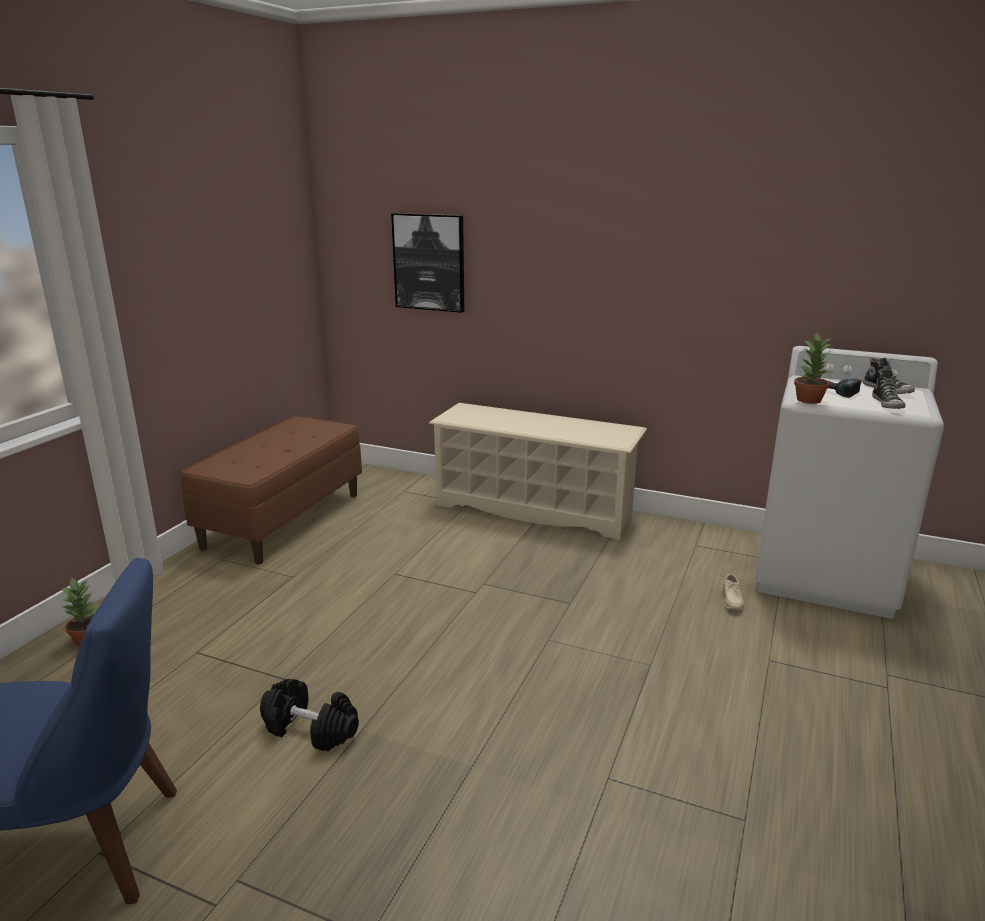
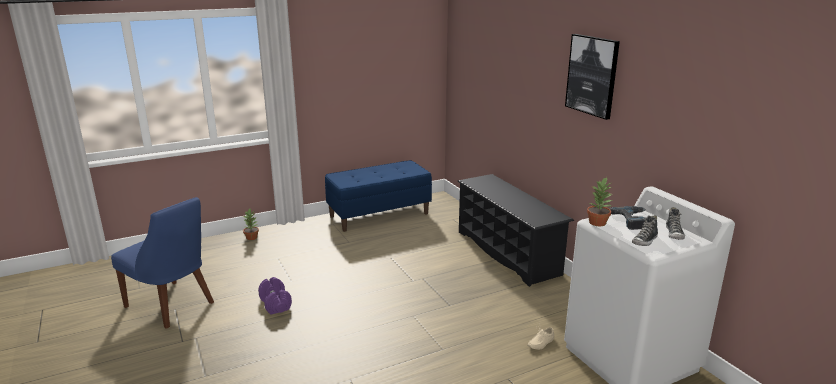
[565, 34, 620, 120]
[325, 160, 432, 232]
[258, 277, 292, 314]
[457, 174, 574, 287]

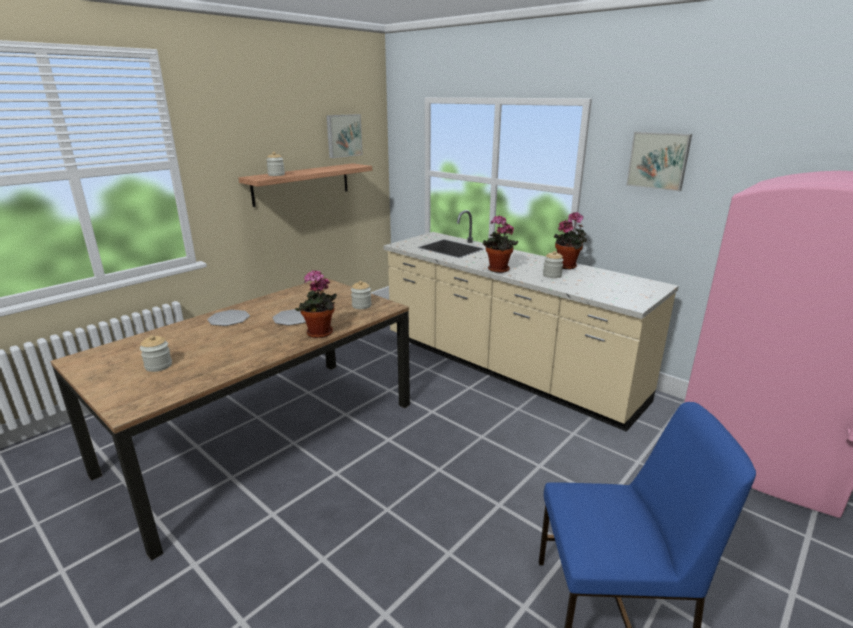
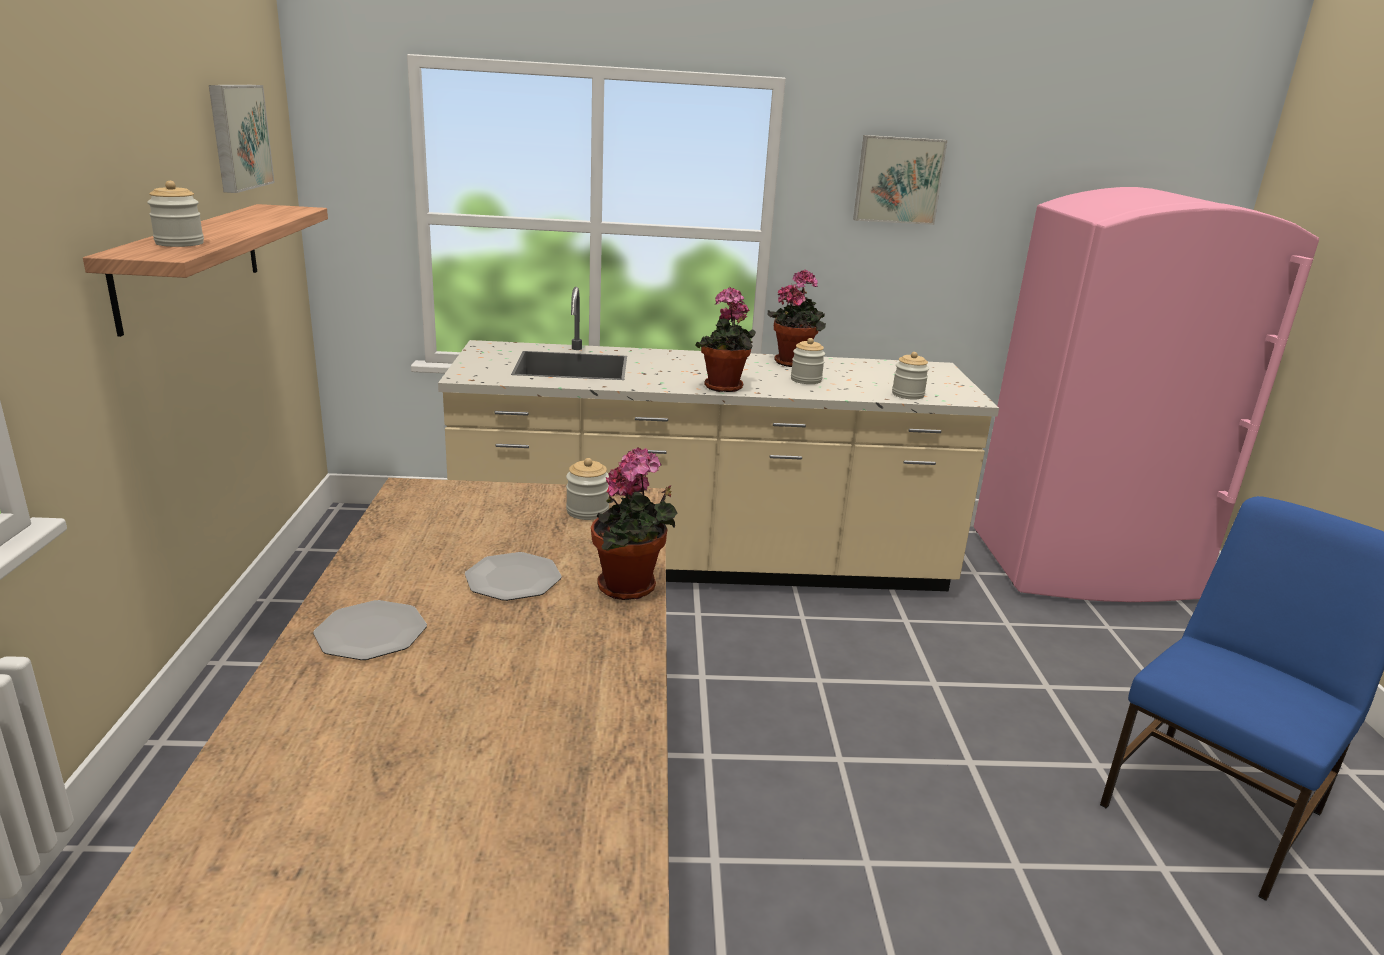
[892, 352, 929, 399]

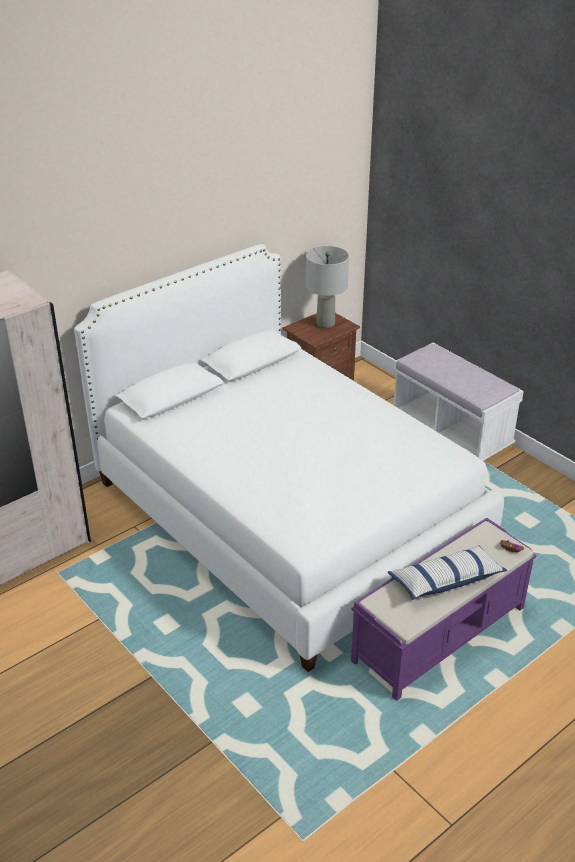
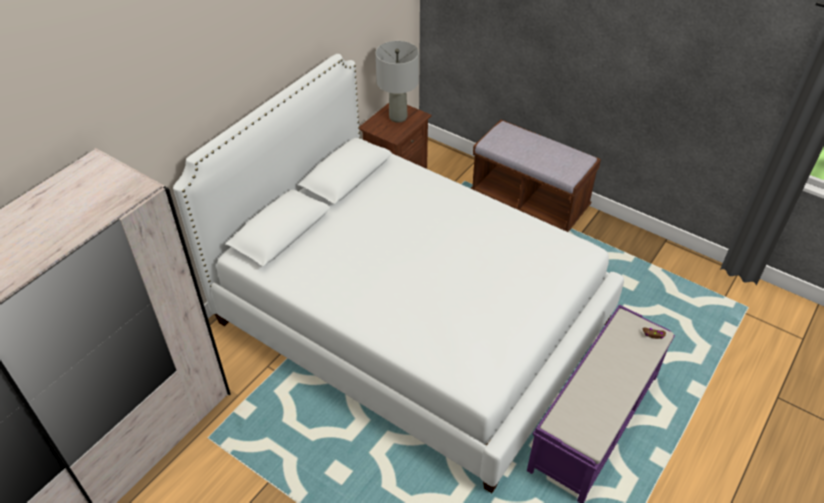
[387, 546, 507, 600] (first image)
[470, 119, 601, 232]

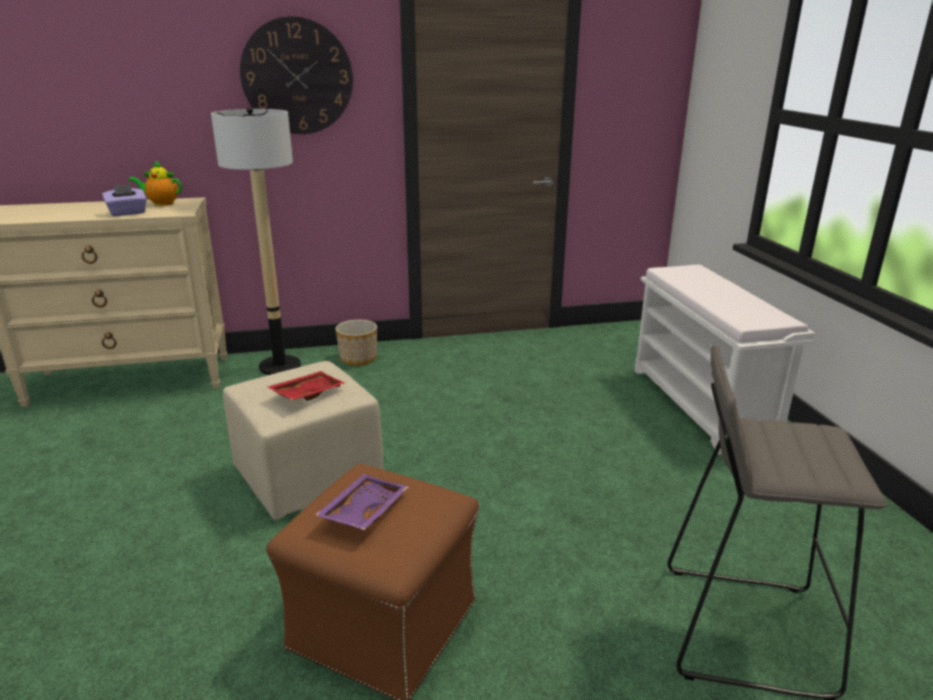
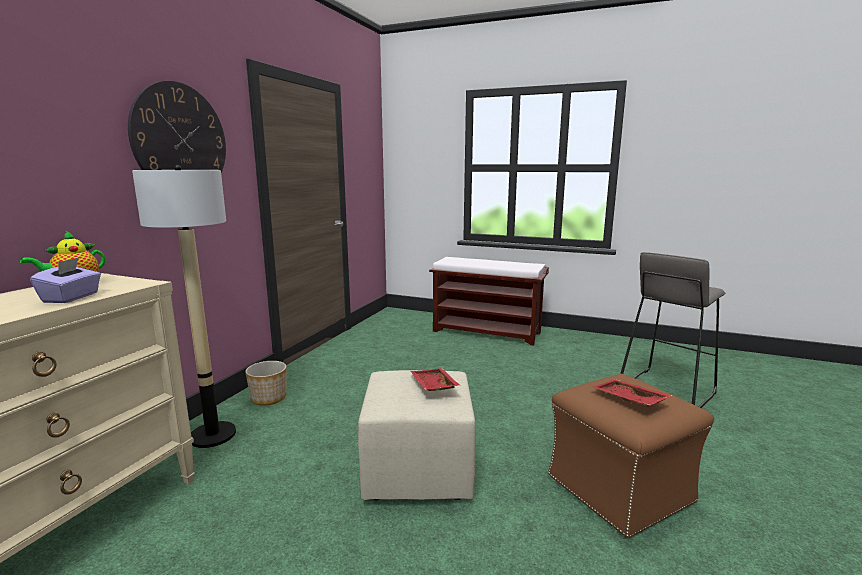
[593, 379, 673, 406]
[429, 257, 549, 346]

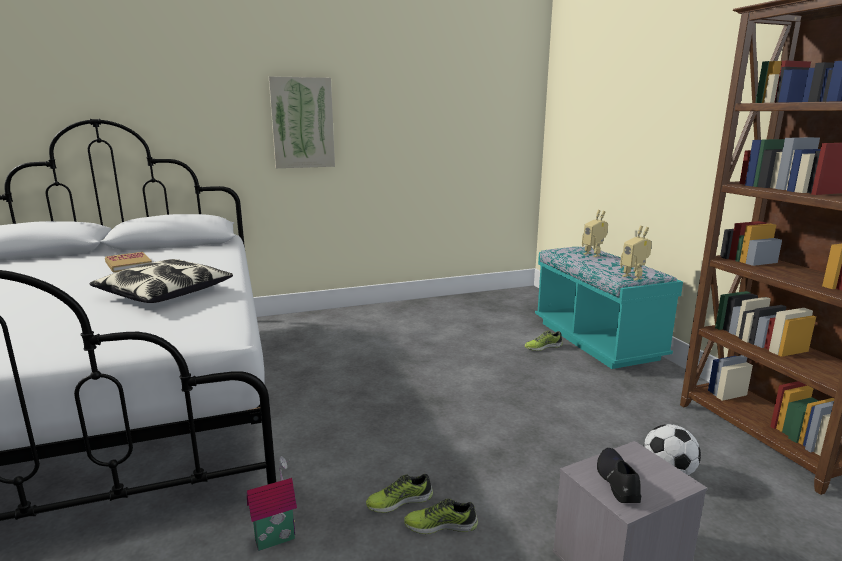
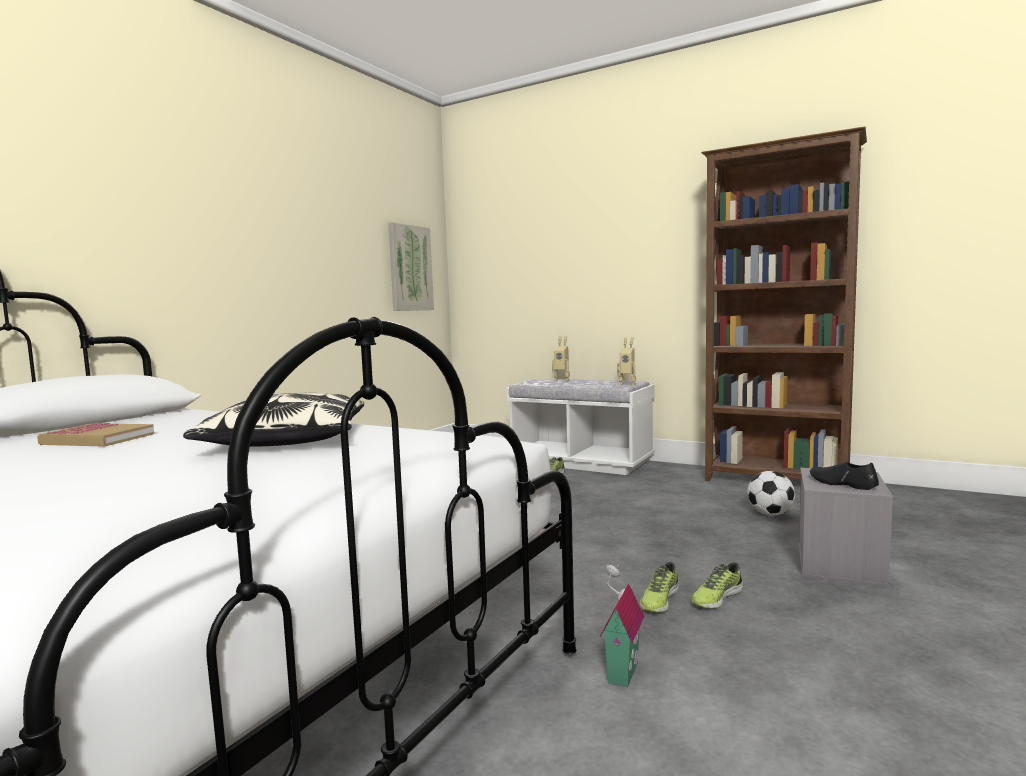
[388, 222, 434, 311]
[506, 379, 655, 475]

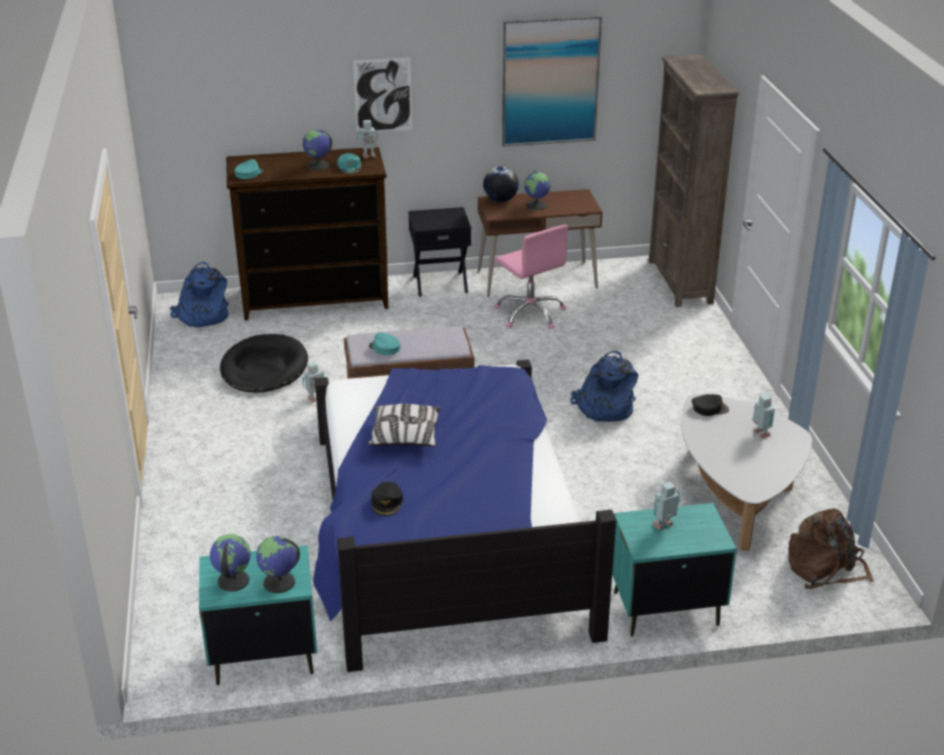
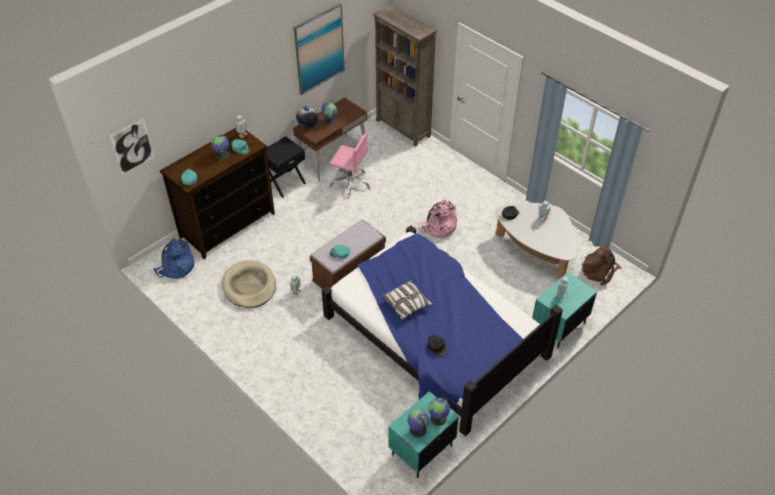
[110, 118, 154, 175]
[222, 260, 276, 308]
[417, 199, 457, 238]

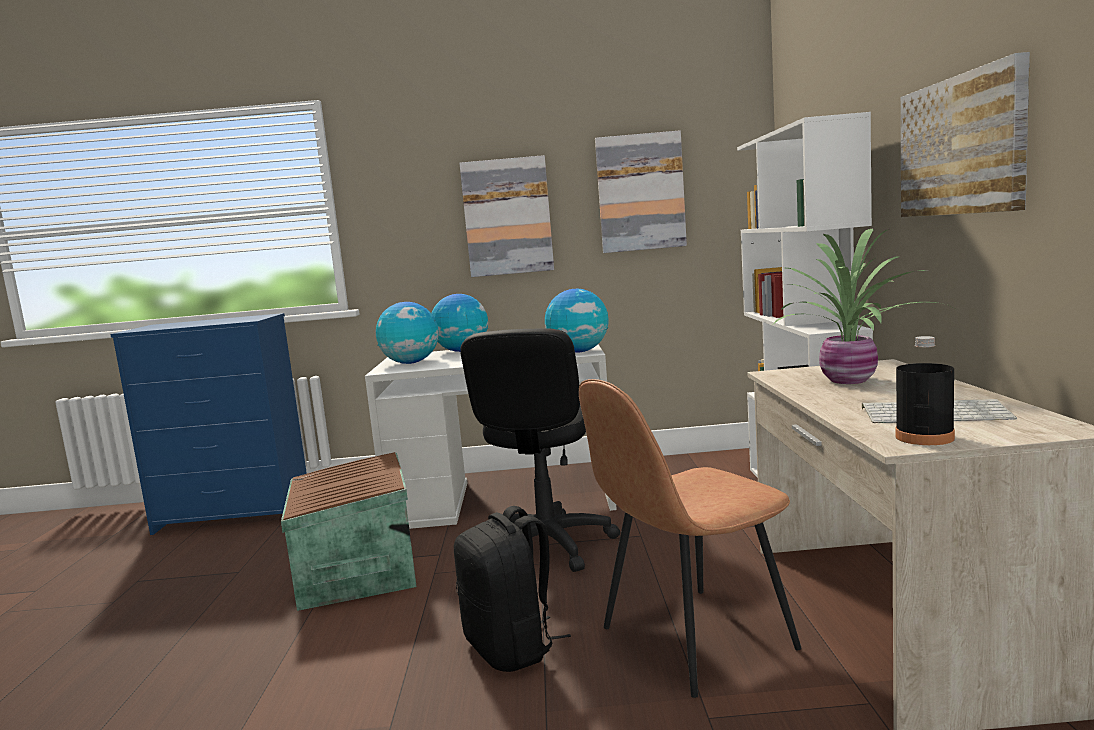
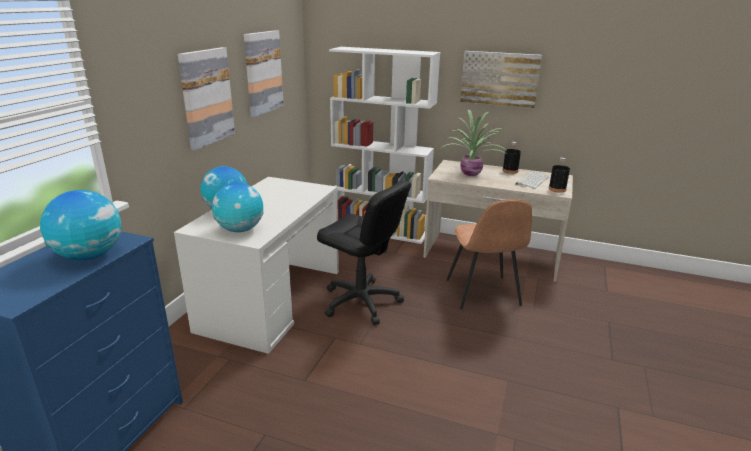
[281, 452, 416, 611] (first image)
[454, 506, 571, 672] (first image)
[503, 142, 521, 174]
[40, 190, 122, 260]

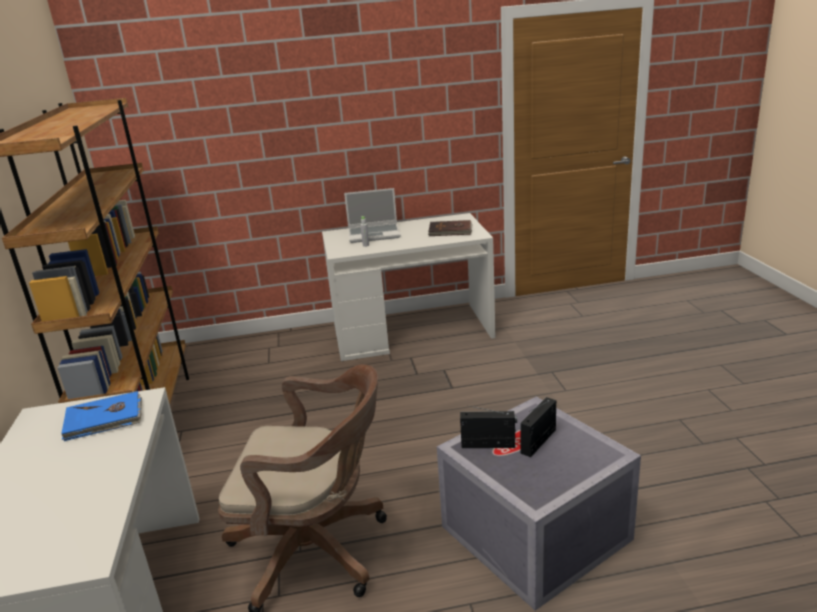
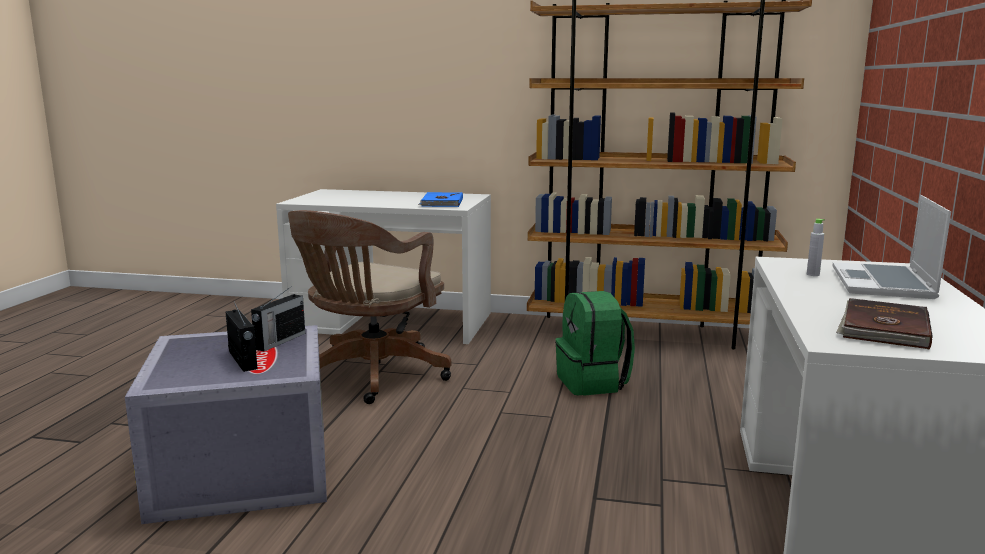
[555, 291, 635, 396]

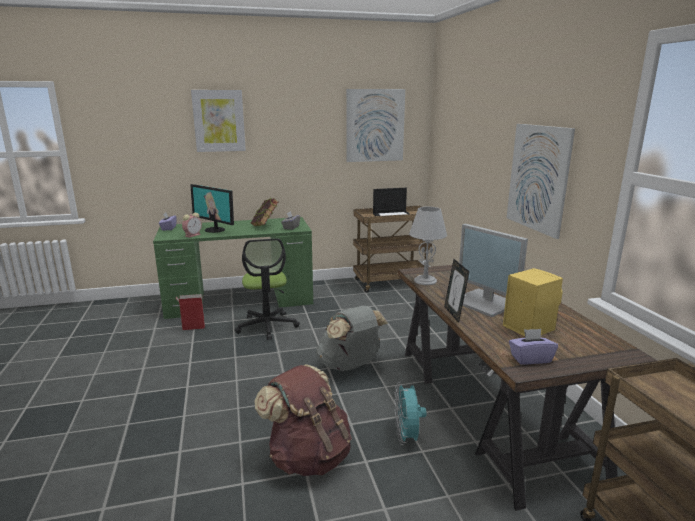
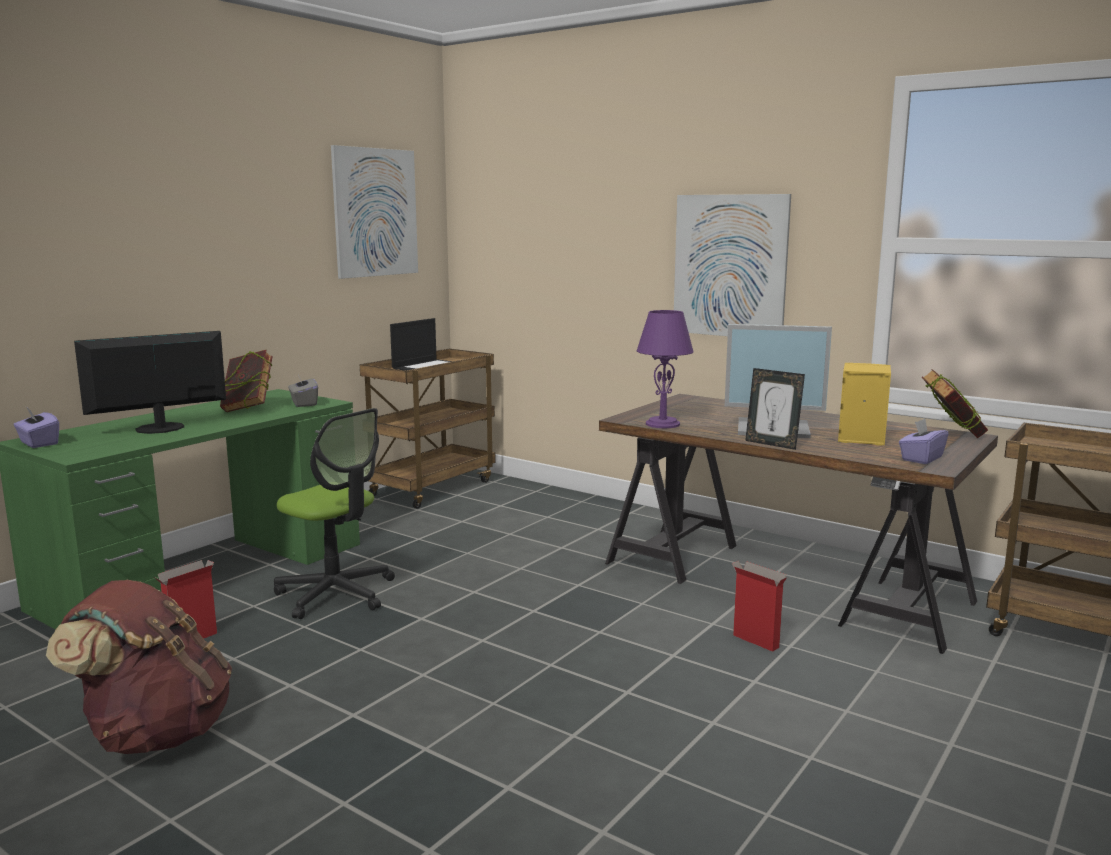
[182, 213, 202, 238] (first image)
[191, 90, 246, 152] (first image)
[316, 305, 388, 371] (first image)
[922, 369, 988, 438]
[46, 580, 232, 754]
[732, 561, 787, 652]
[637, 310, 694, 428]
[74, 331, 226, 434]

